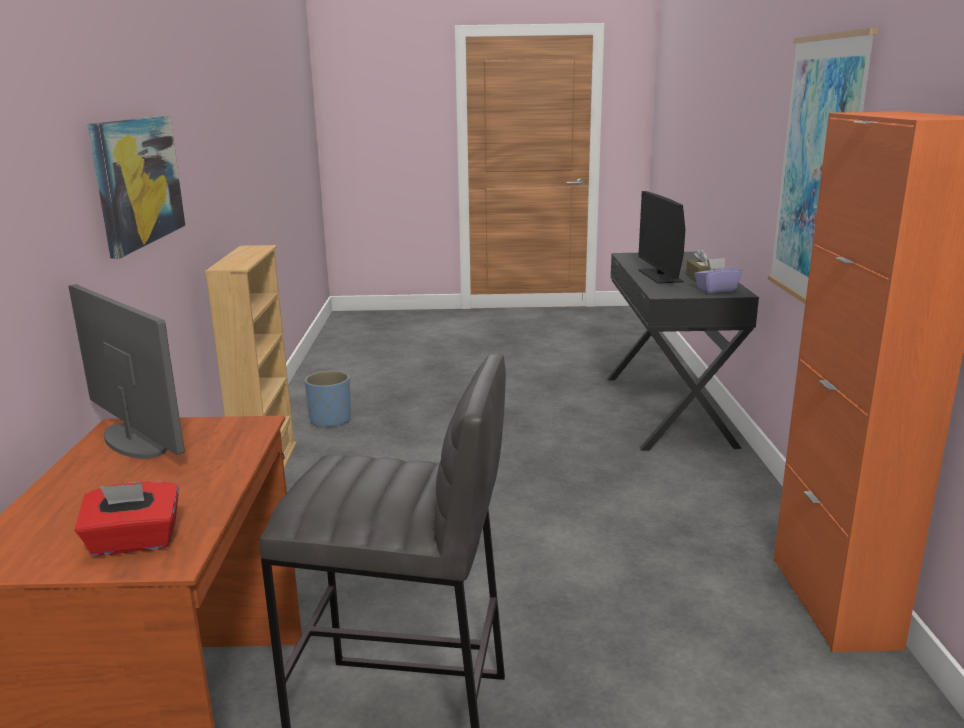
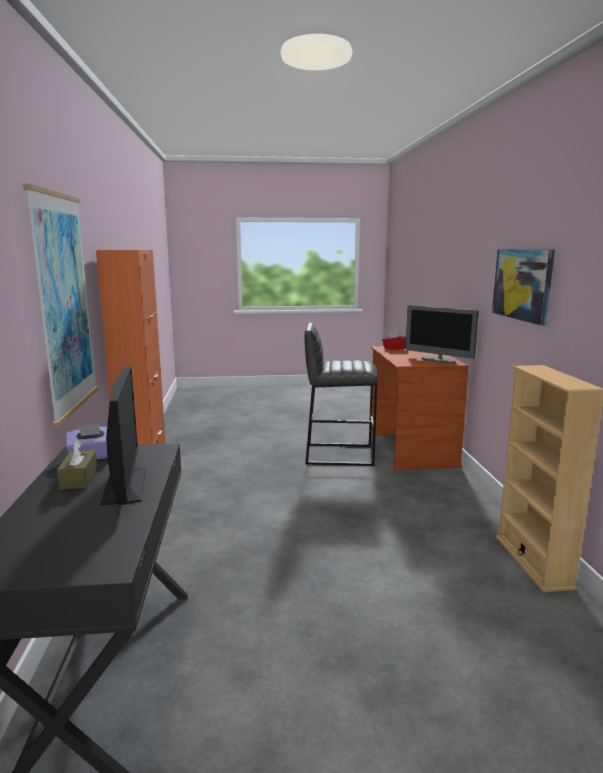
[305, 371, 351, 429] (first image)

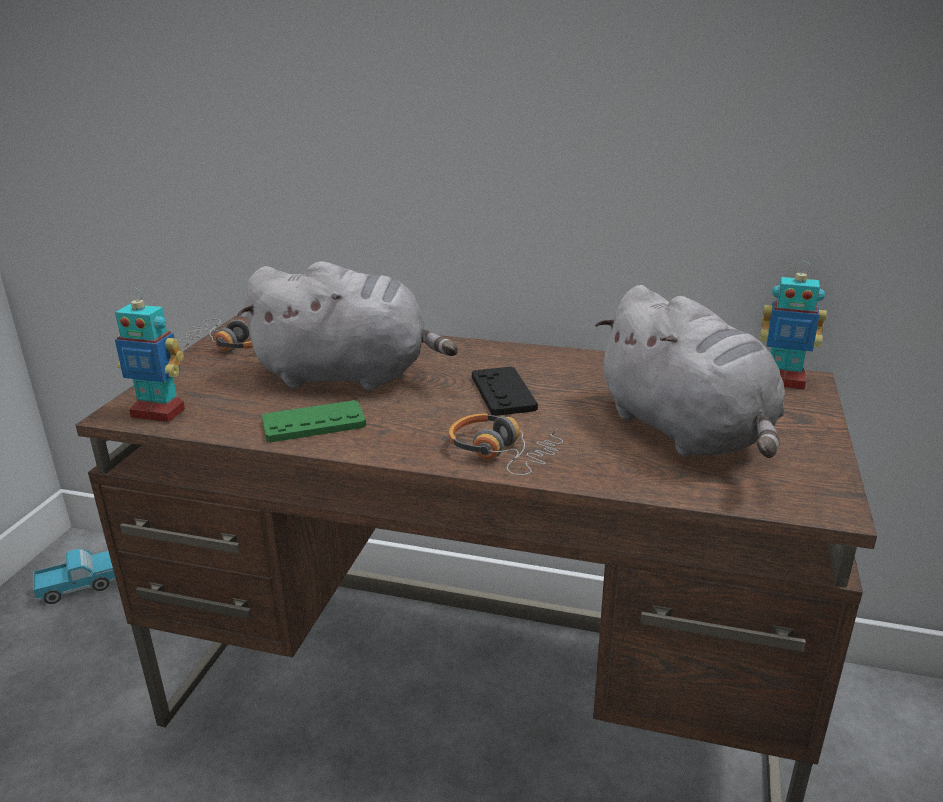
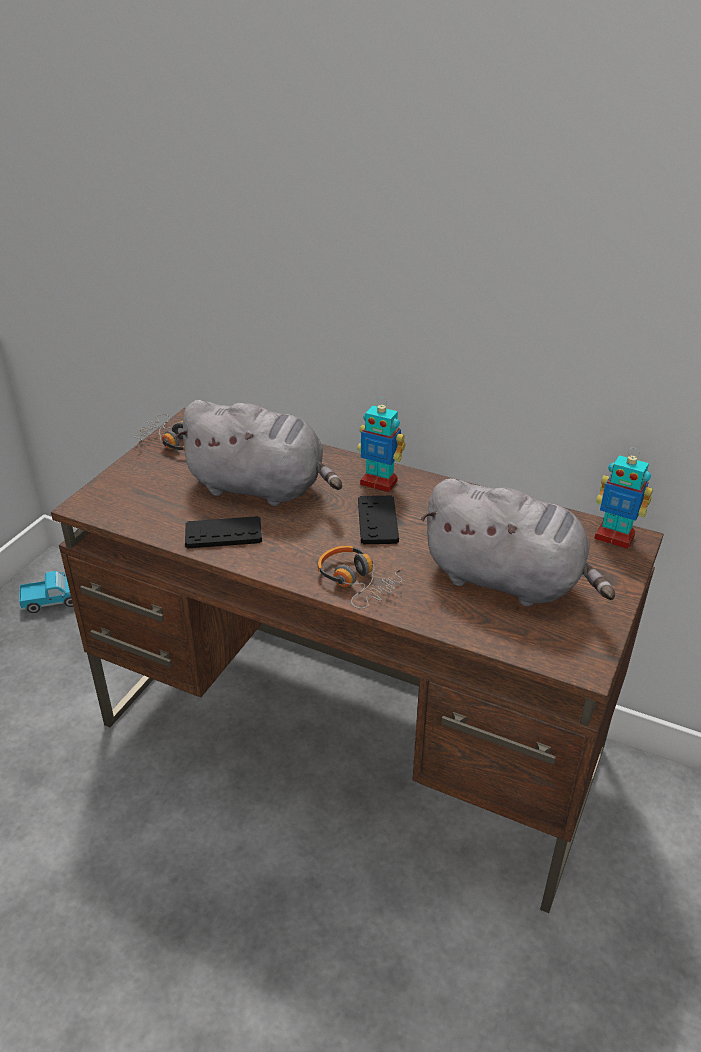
[357, 397, 405, 492]
[185, 516, 262, 549]
[421, 478, 615, 607]

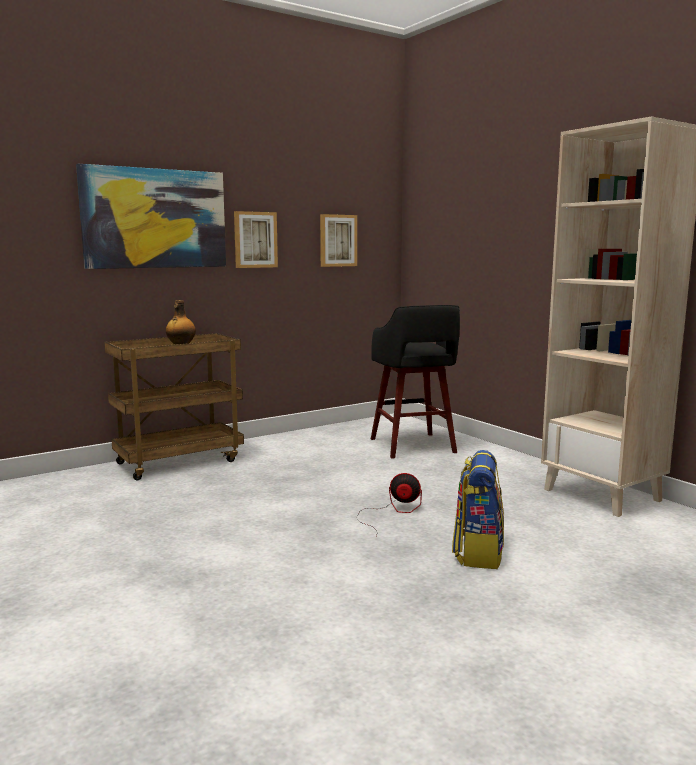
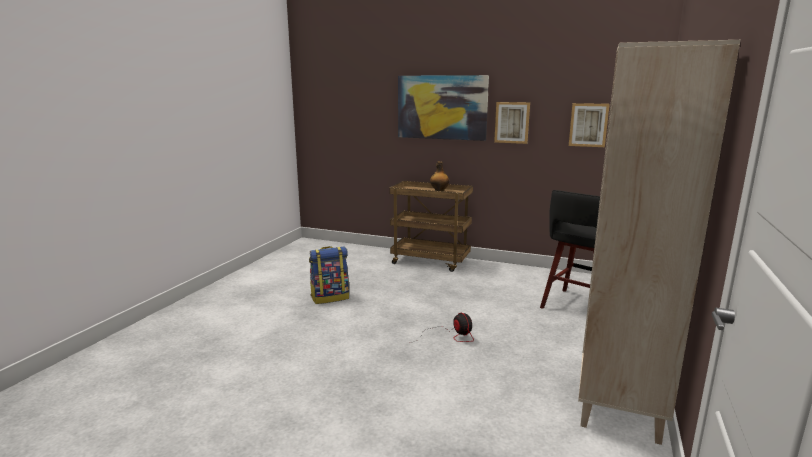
[309, 246, 349, 304]

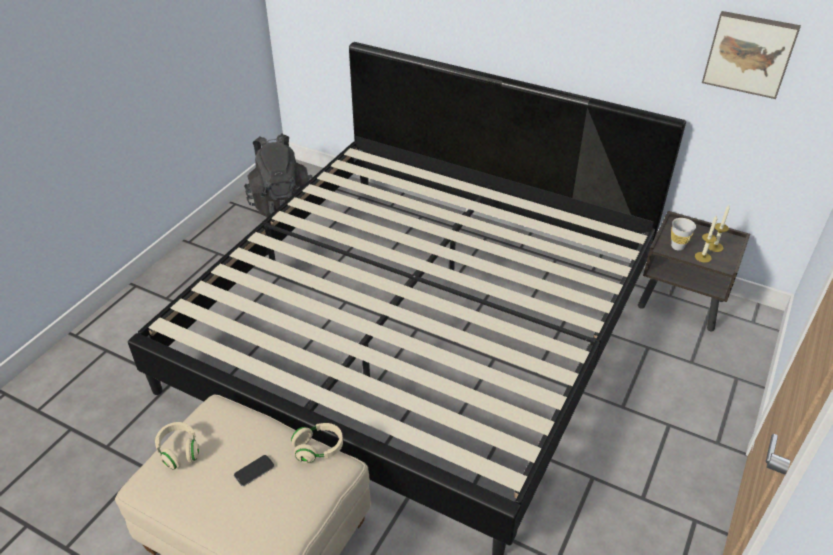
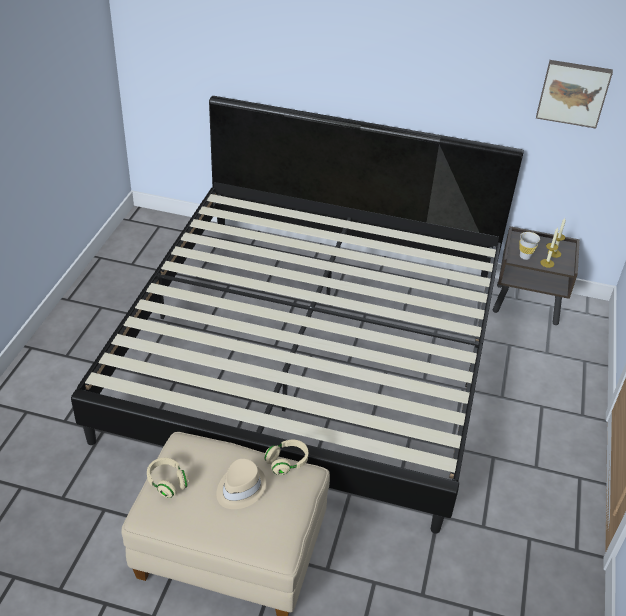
[244, 134, 313, 218] (first image)
[217, 459, 266, 509]

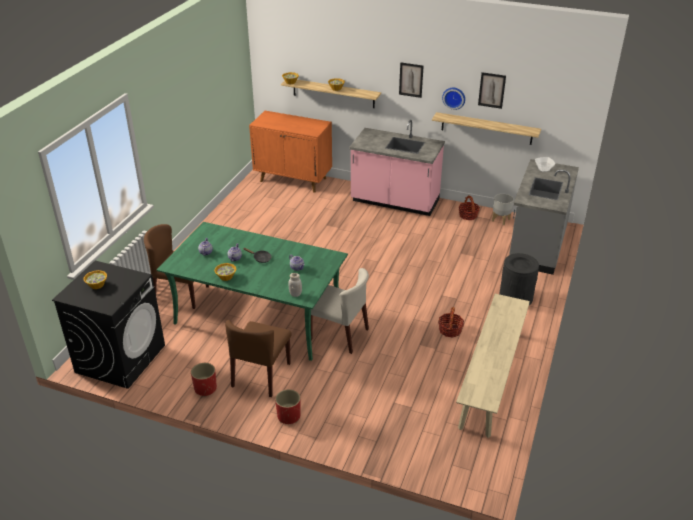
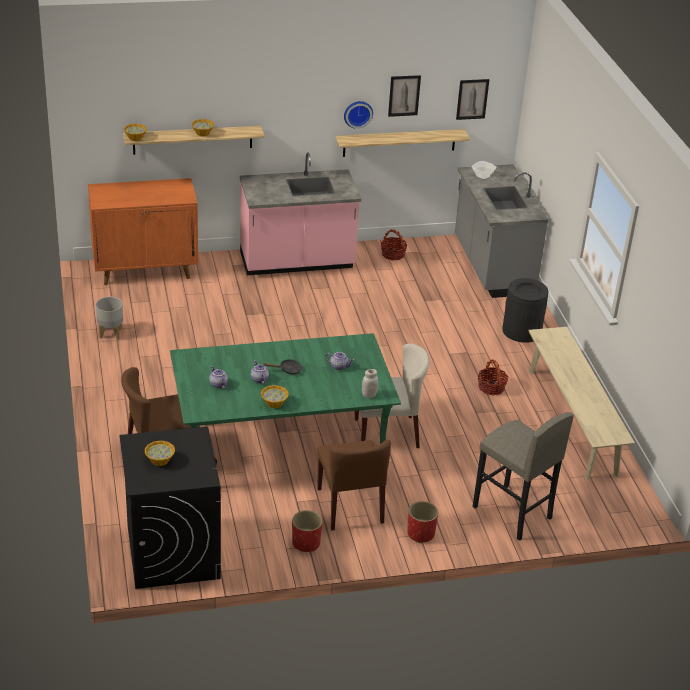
[473, 412, 574, 541]
[456, 79, 489, 120]
[96, 297, 123, 340]

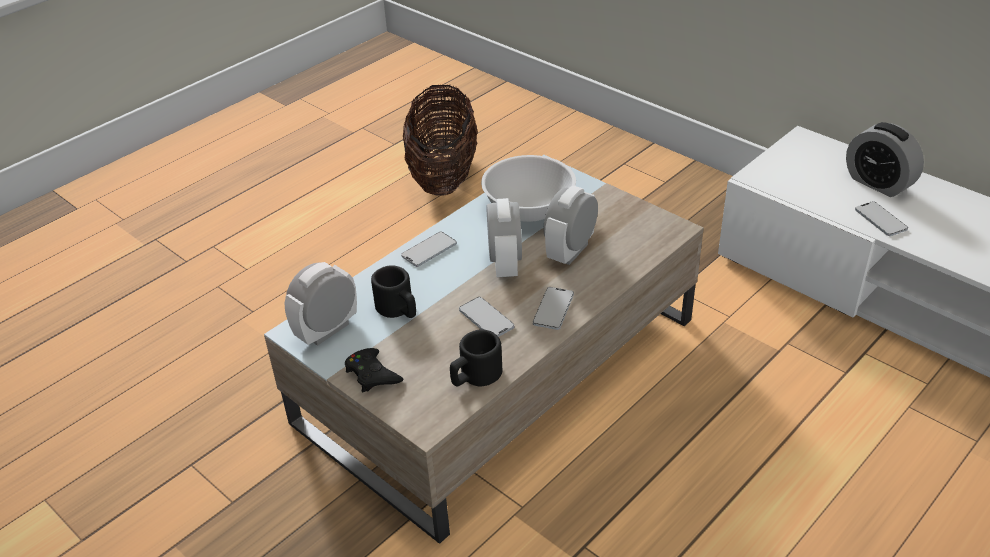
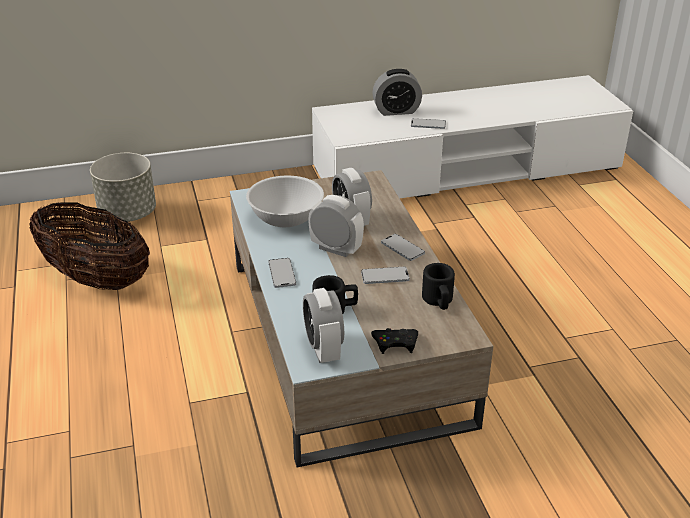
[90, 153, 156, 222]

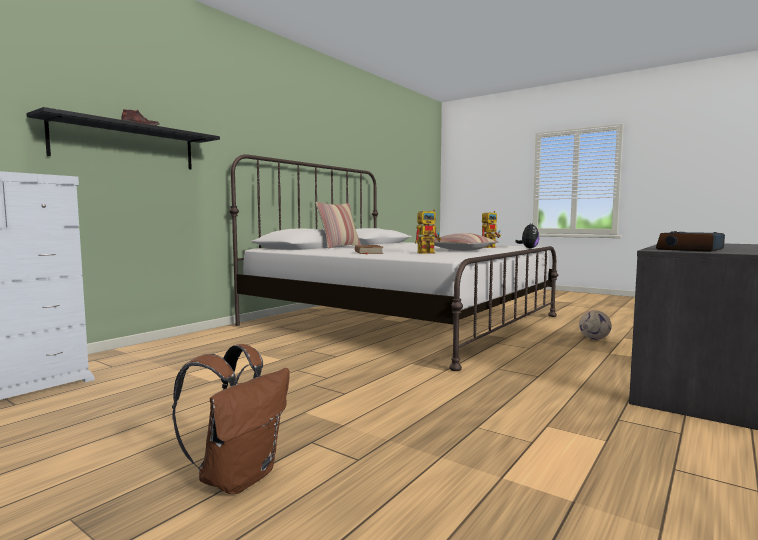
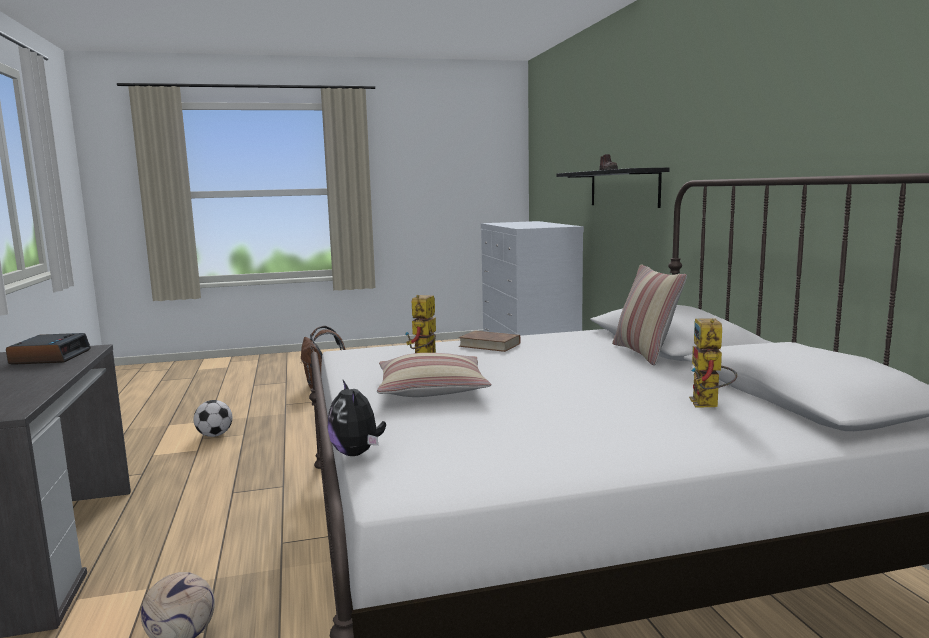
[194, 400, 232, 437]
[689, 318, 737, 408]

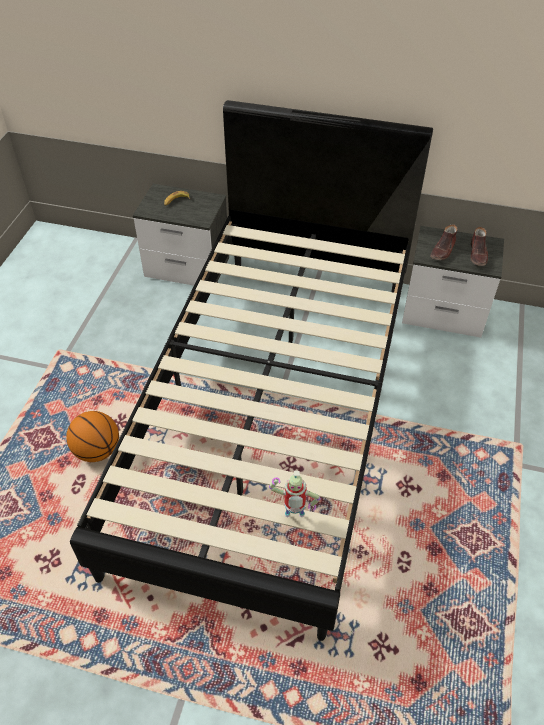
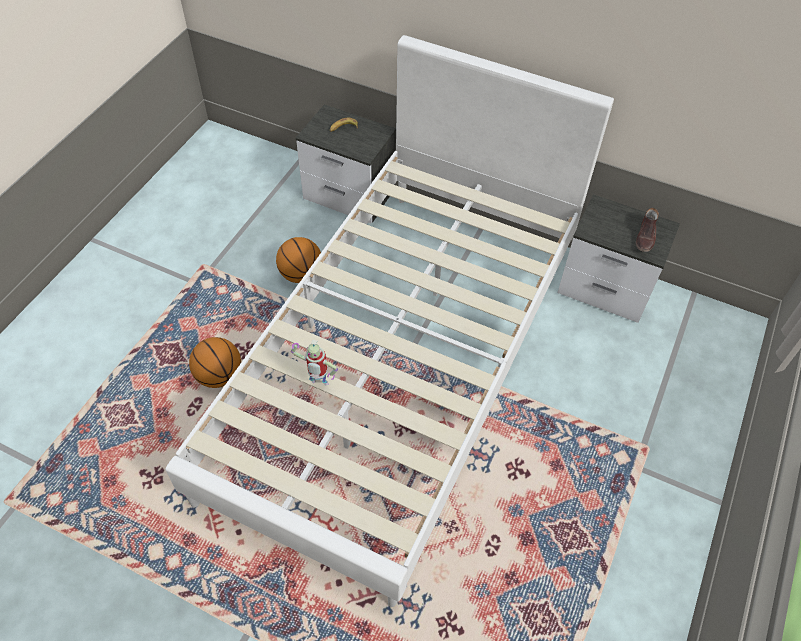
[430, 224, 458, 260] (first image)
[276, 237, 321, 283]
[291, 340, 338, 386]
[165, 35, 614, 607]

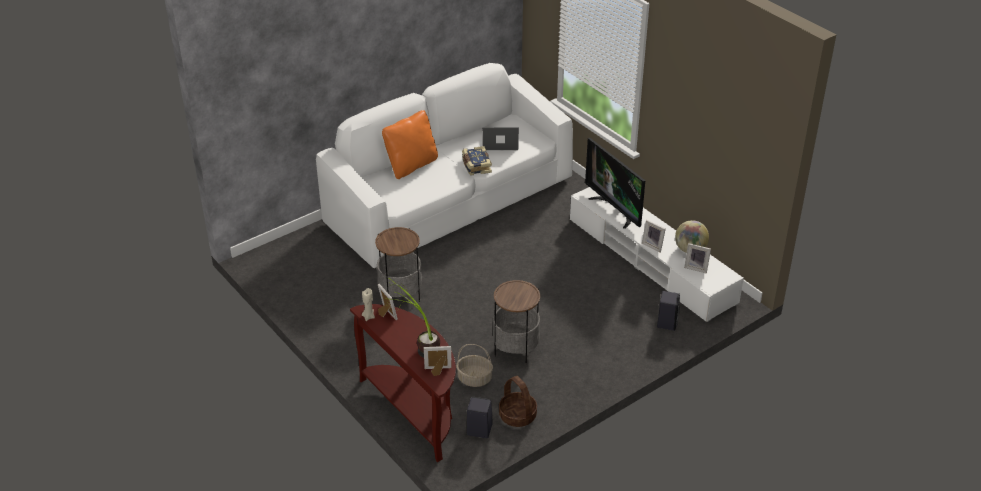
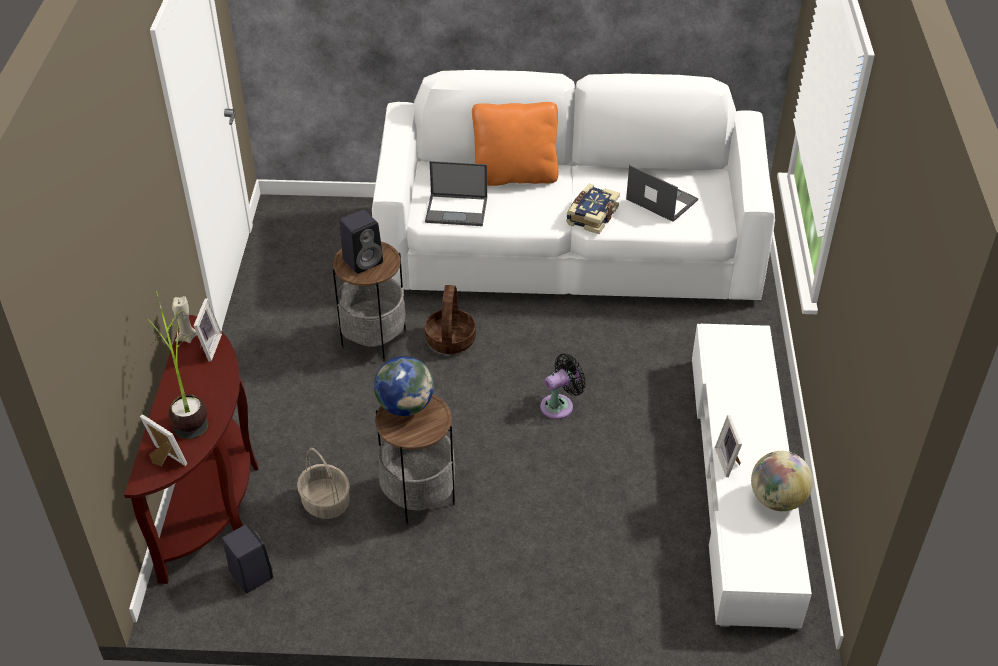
[585, 138, 645, 229] (first image)
[684, 243, 711, 274] (first image)
[374, 356, 434, 416]
[425, 161, 487, 226]
[540, 354, 586, 419]
[425, 285, 476, 354]
[340, 209, 383, 274]

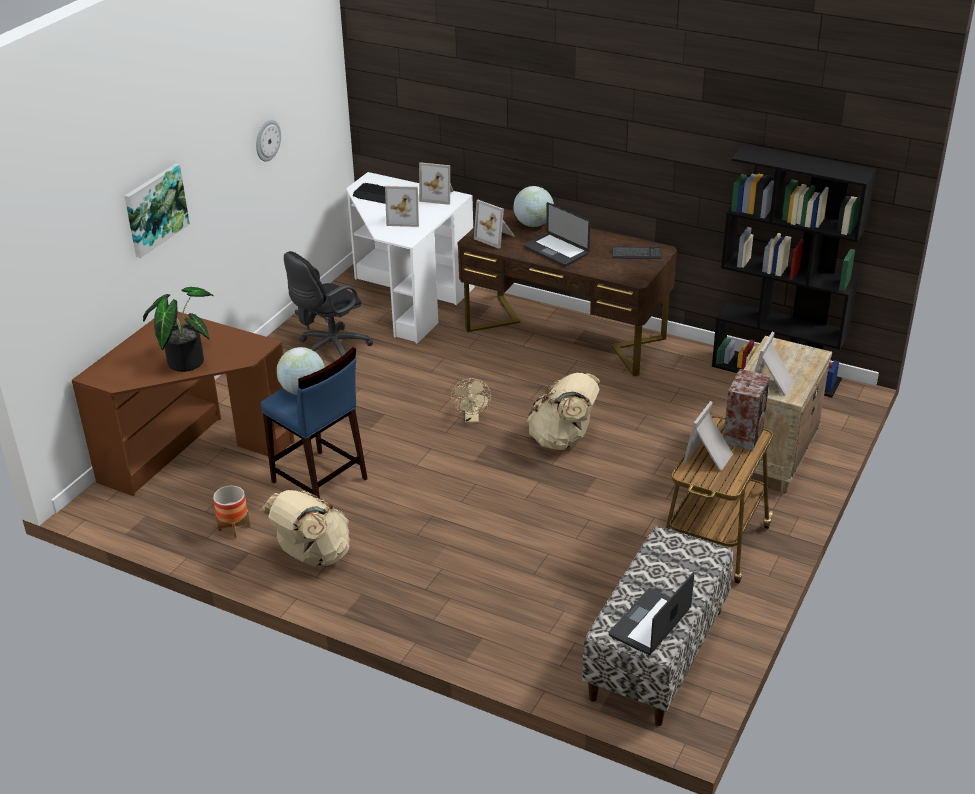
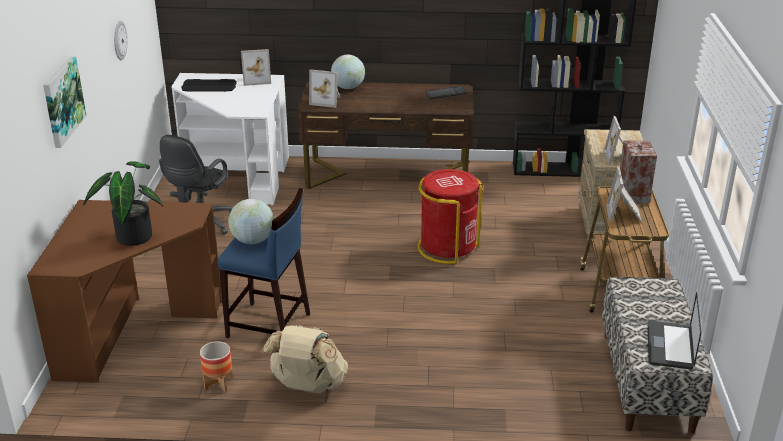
[385, 186, 419, 227] (first image)
[451, 378, 491, 423] (first image)
[524, 202, 590, 266] (first image)
[417, 169, 483, 264]

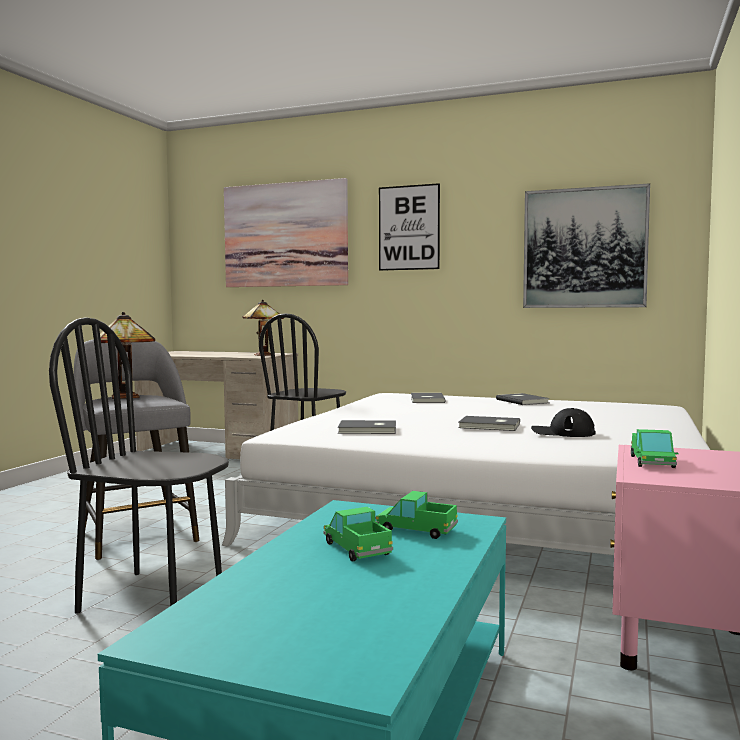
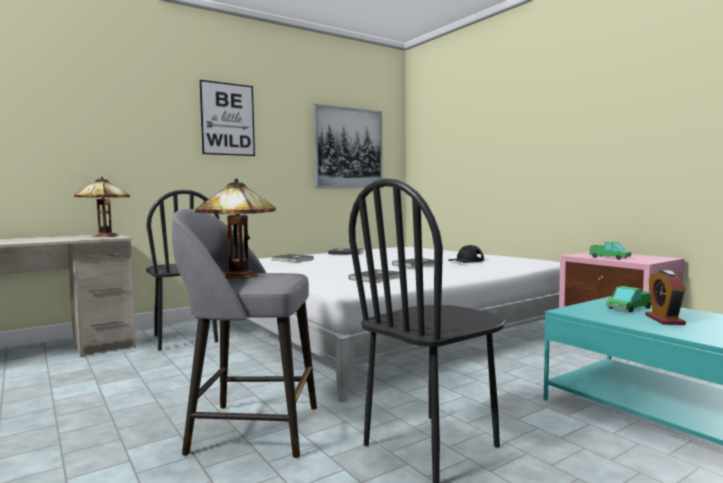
[224, 178, 348, 287] (first image)
[645, 270, 686, 325]

